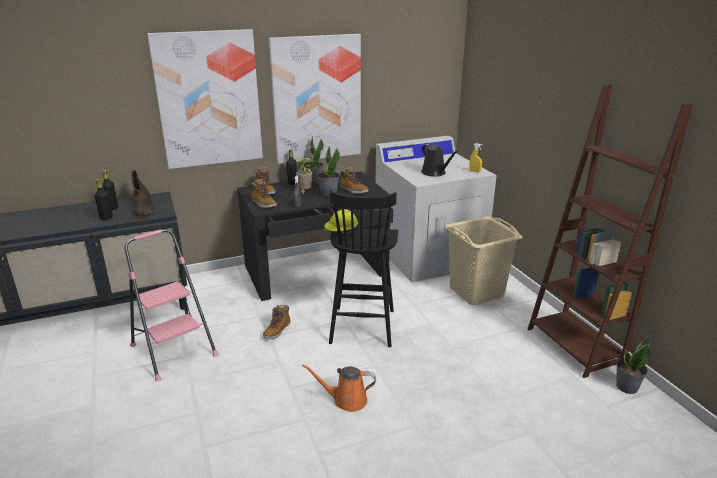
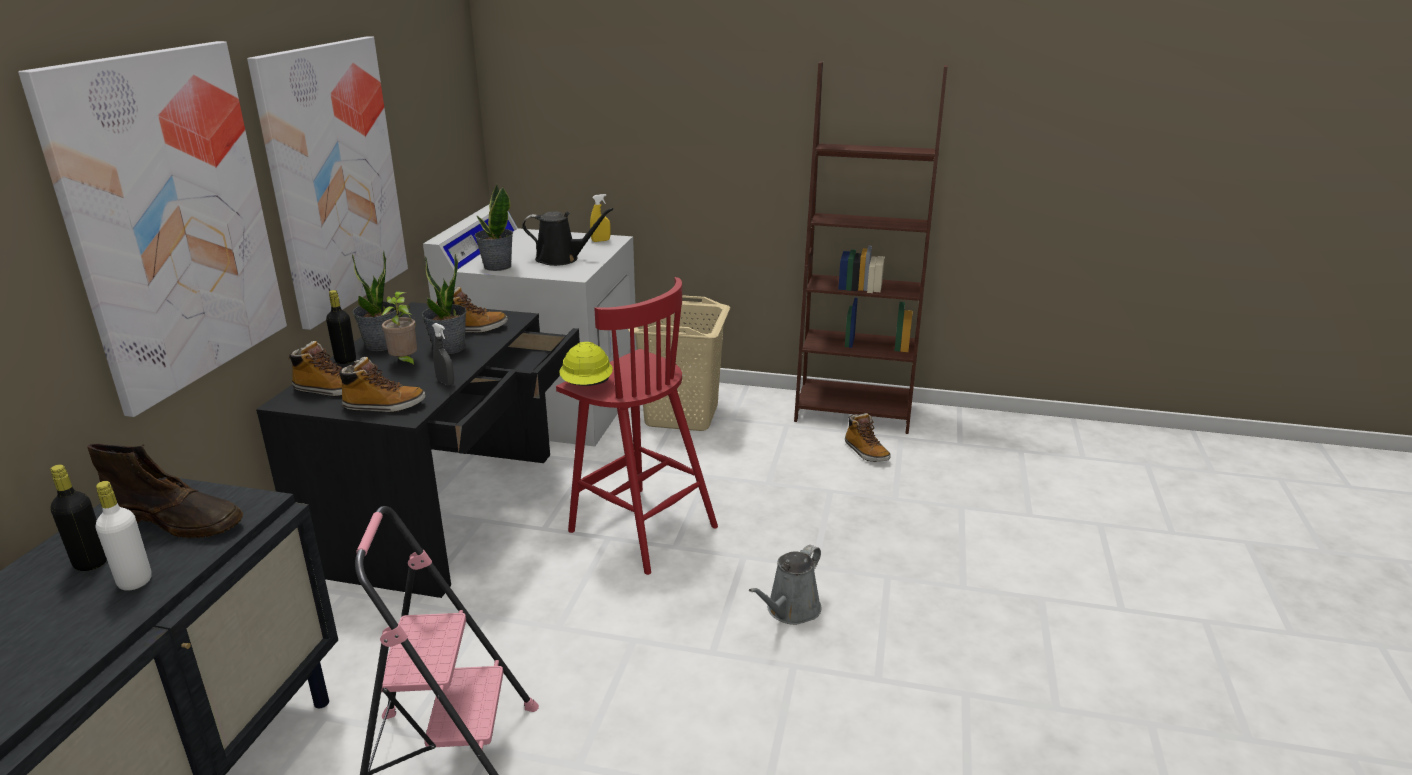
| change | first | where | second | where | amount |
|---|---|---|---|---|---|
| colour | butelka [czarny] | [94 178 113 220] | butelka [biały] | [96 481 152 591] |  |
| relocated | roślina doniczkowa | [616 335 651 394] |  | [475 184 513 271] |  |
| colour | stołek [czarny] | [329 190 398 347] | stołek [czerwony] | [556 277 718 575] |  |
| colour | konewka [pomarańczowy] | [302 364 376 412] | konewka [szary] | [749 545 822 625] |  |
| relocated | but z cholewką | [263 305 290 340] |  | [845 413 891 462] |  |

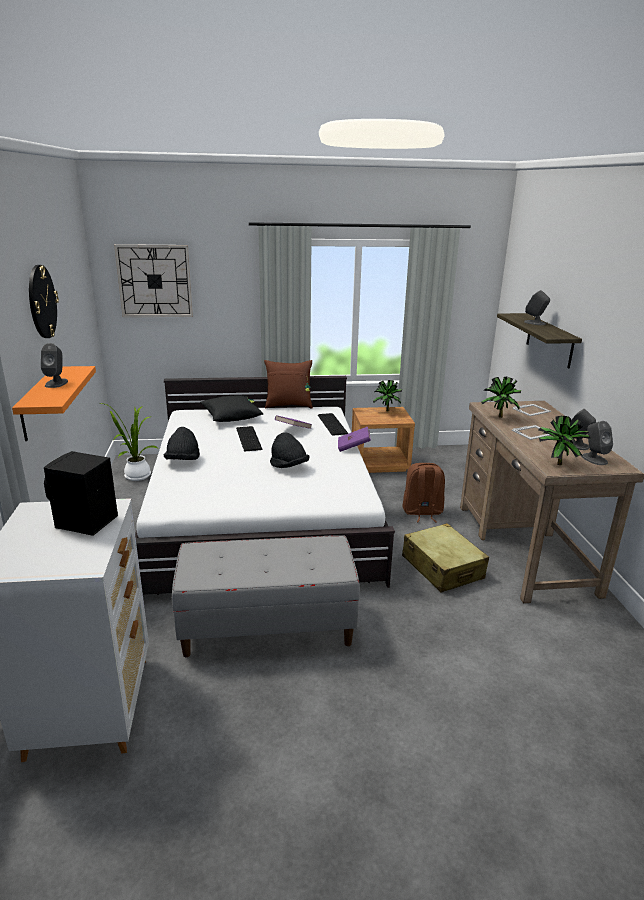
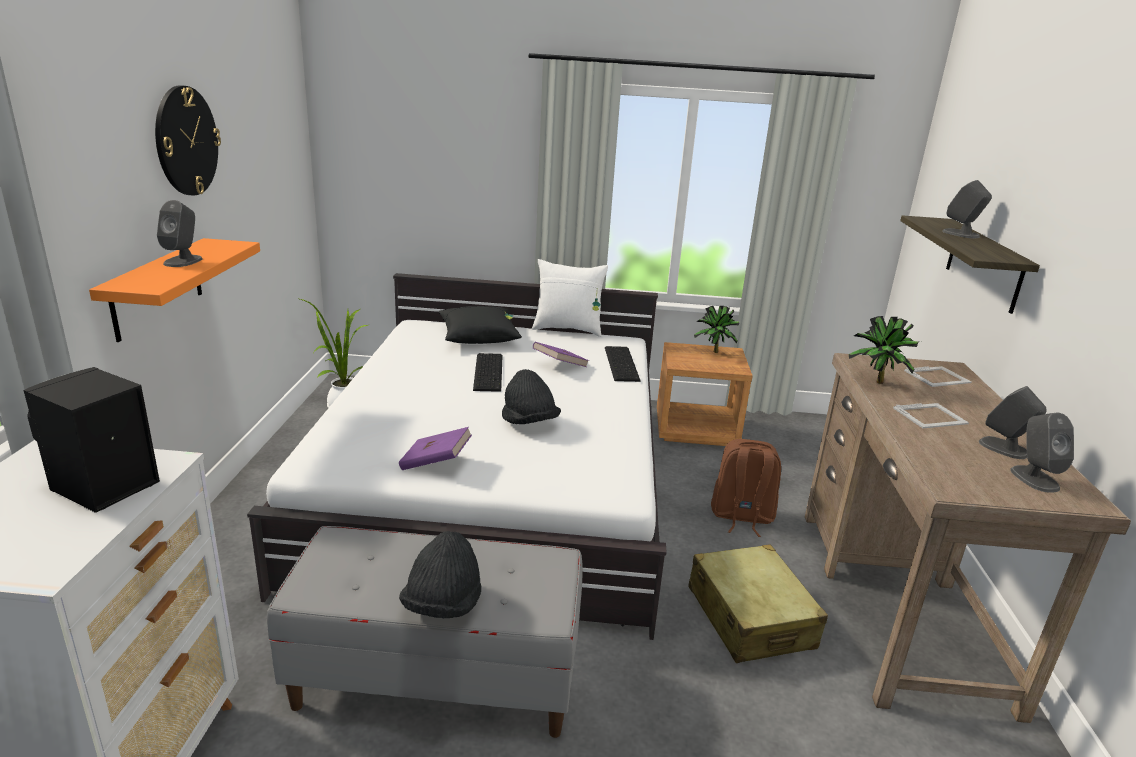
| change | first | where | second | where | amount |
|---|---|---|---|---|---|
| relocated | książka [fioletowy] | [338 427 371 452] |  | [399 427 472 470] |  |
| relocated | kapelusz [czarny] | [164 427 200 460] |  | [399 531 481 618] |  |
| colour | poduszka [brązowy] | [264 360 313 409] | poduszka [biały] | [532 259 608 337] |  |
| missing | zegar ścienny | [114 244 193 317] |  |  |  |
| missing | roślina doniczkowa | [539 416 591 465] |  |  |  |

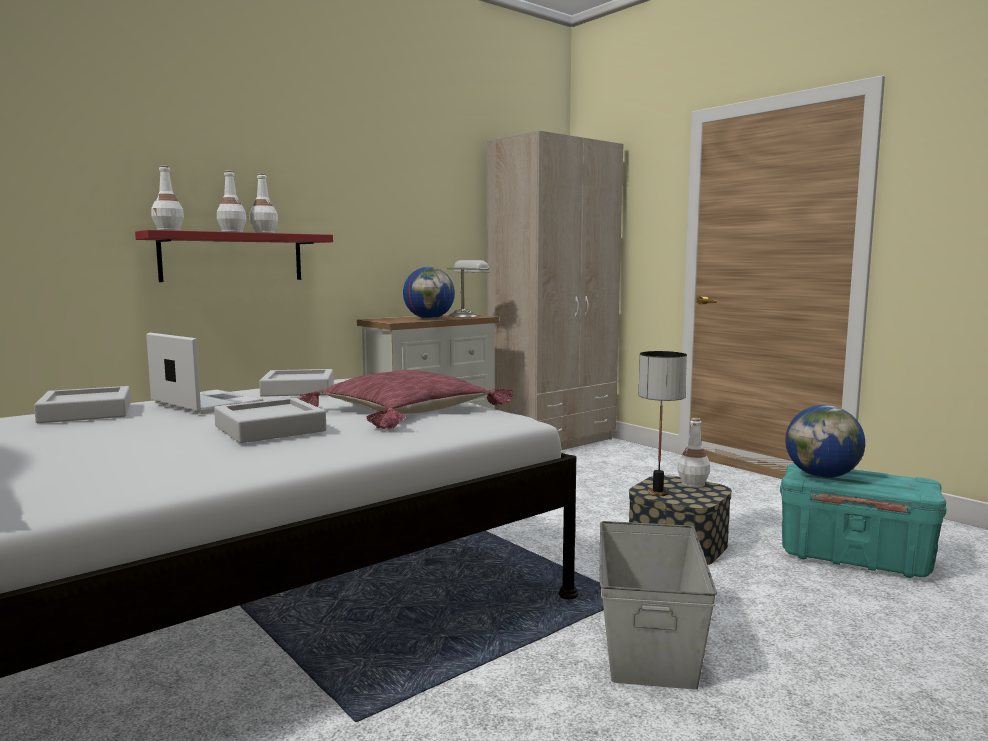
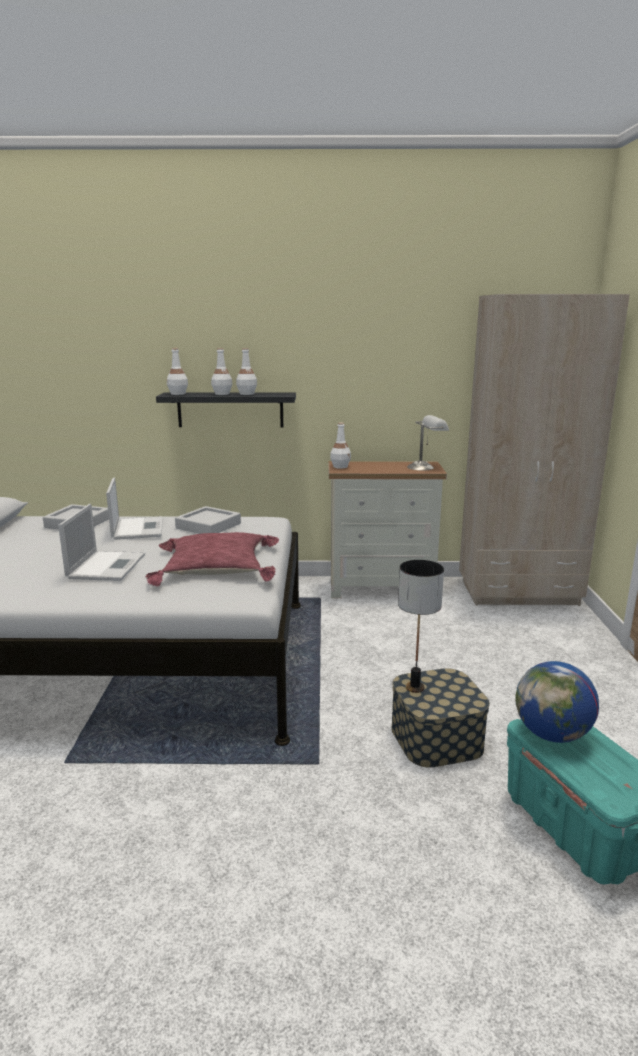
| change | first | where | second | where | amount |
|---|---|---|---|---|---|
| exchanged | taca [szary] | [214 398 326 443] | laptop | [58 504 145 581] |  |
| colour | półka [czerwony] | [135 230 333 282] | półka [czarny] | [156 392 296 427] |  |
| relocated | butelka [biały] | [677 418 710 488] |  | [330 422 351 469] |  |
| missing | globus | [403 267 455 319] |  |  |  |
| missing | pojemnik do przechowywania [szary] | [600 521 717 690] |  |  |  |

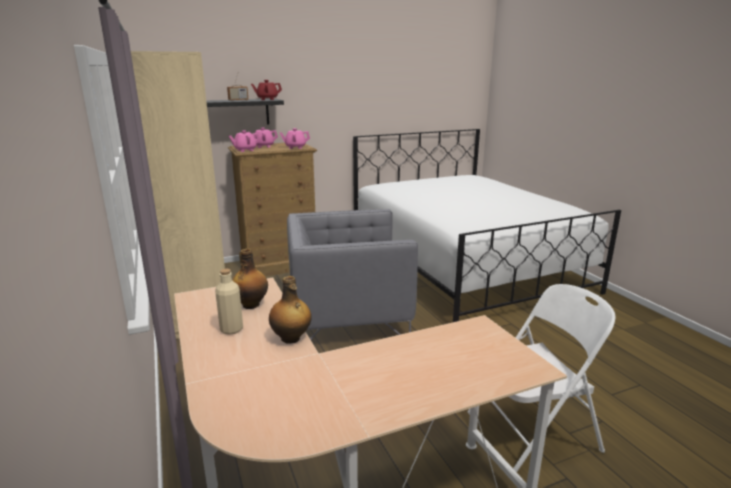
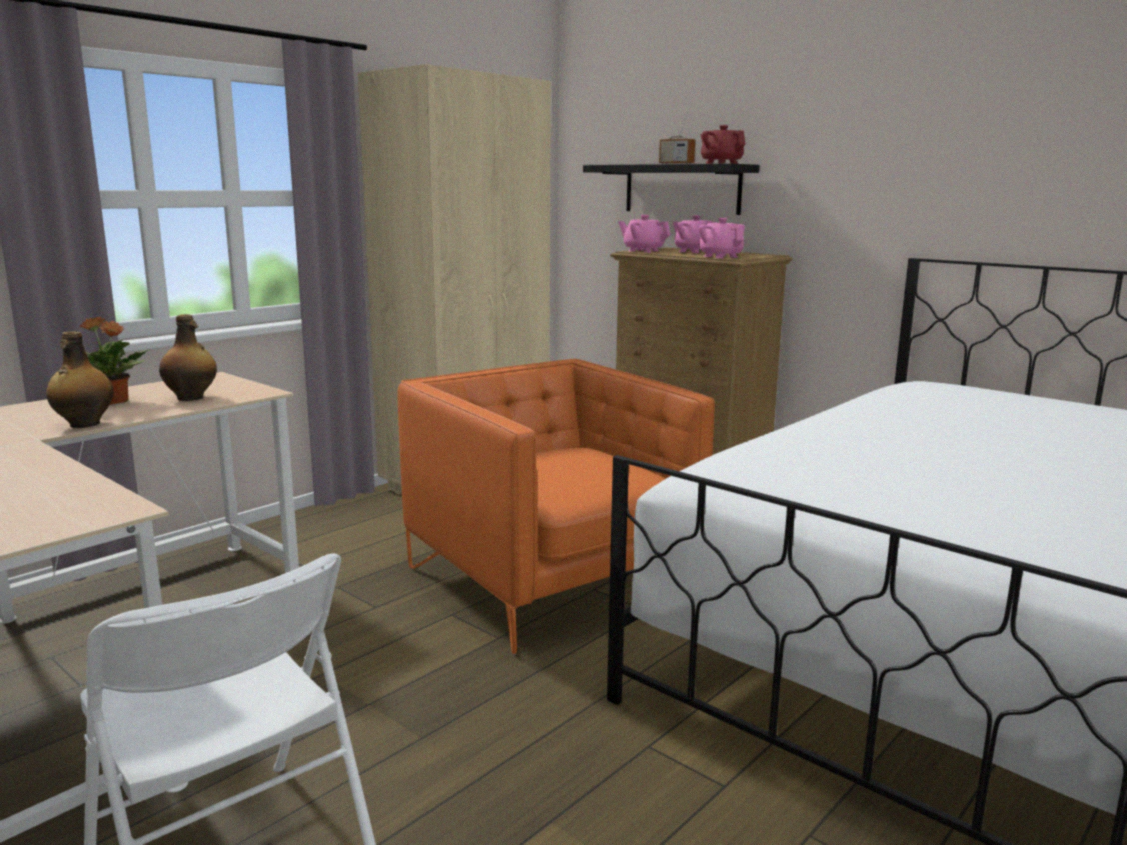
| change | first | where | second | where | amount |
|---|---|---|---|---|---|
| exchanged | butelka [beżowy] | [215 269 243 335] | roślina doniczkowa | [79 317 150 405] |  |
| colour | fotel [szary] | [287 209 418 340] | fotel [pomarańczowy] | [398 359 715 655] |  |

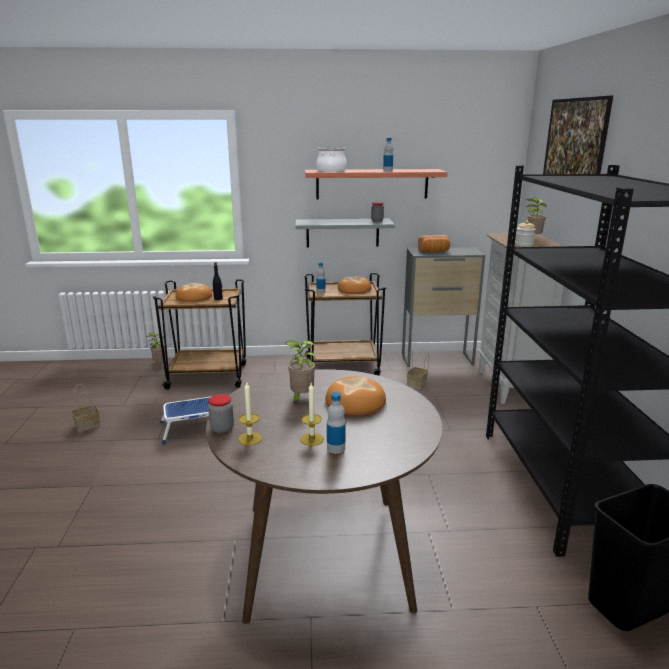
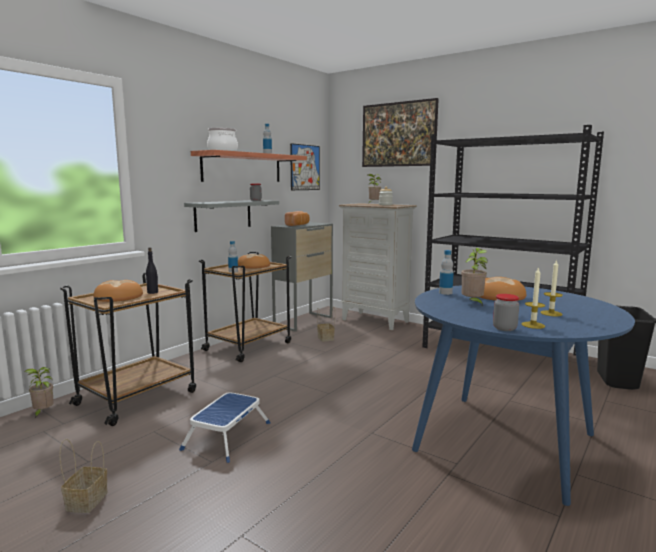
| change | first | where | second | where | amount |
|---|---|---|---|---|---|
| appeared |  |  | obraz | [290 143 320 190] |  |
| colour | stół jadalny [brązowy] | [206 369 443 624] | stół jadalny [niebieski] | [412 285 635 506] |  |
| relocated | butelka | [327 392 346 454] |  | [439 250 454 295] |  |

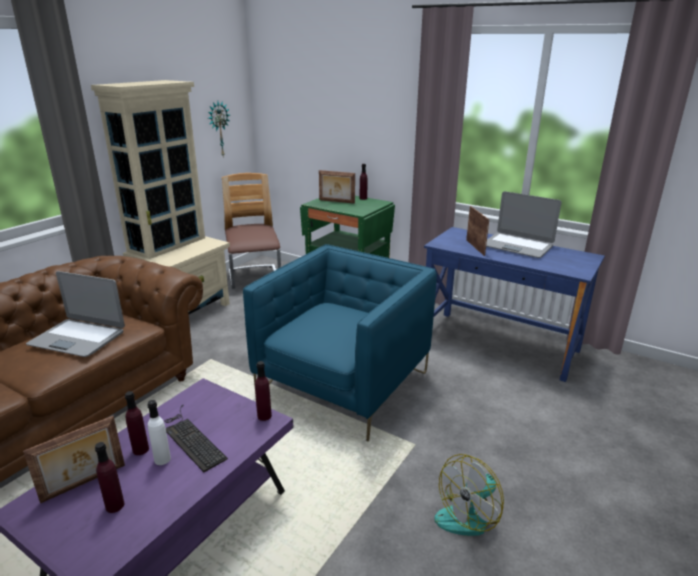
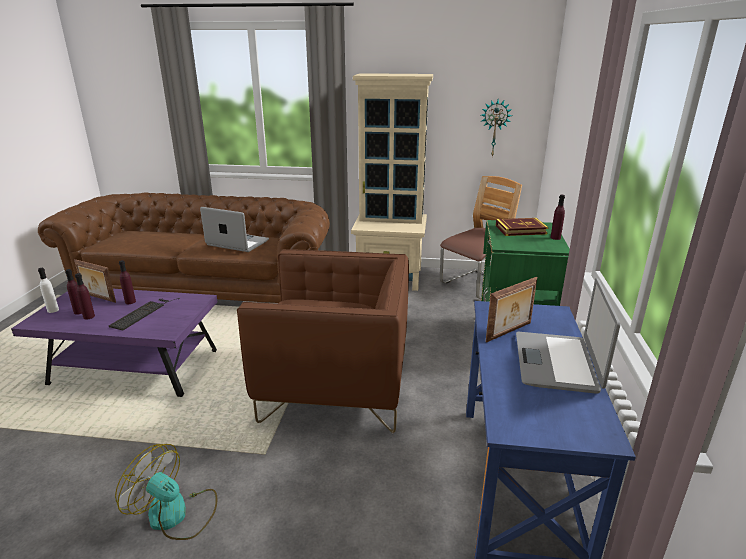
| change | first | where | second | where | amount |
|---|---|---|---|---|---|
| relocated | butelka [biały] | [147 400 171 465] |  | [38 268 59 313] |  |
| relocated | butelka [fioletowy] | [255 361 272 421] |  | [75 273 95 319] |  |
| spun | laptop | [26 271 125 357] |  | [200 207 269 252] | 120 degrees clockwise |
| colour | fotel [niebieski] | [243 244 437 441] | fotel [brązowy] | [237 249 409 433] |  |
| exchanged | ramka na zdjęcie | [319 170 355 204] | książka | [496 218 548 236] |  |

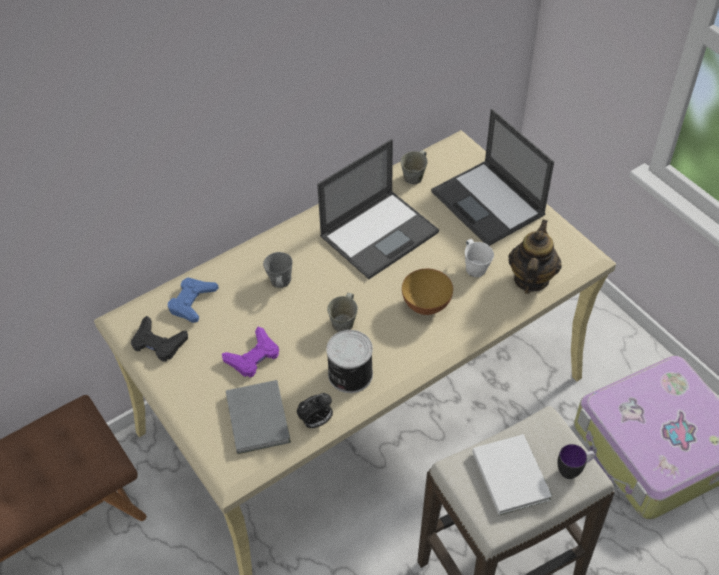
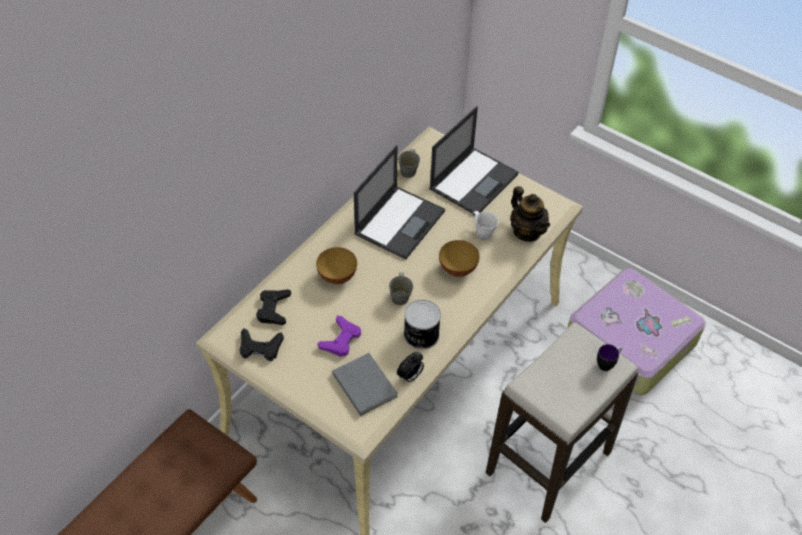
| change | first | where | second | where | amount |
|---|---|---|---|---|---|
| colour | pad do gier [niebieski] | [168 277 219 323] | pad do gier [czarny] | [256 289 291 325] |  |
| exchanged | kubek [szary] | [263 252 292 288] | miska | [316 247 357 284] |  |
| spun | laptop | [431 109 554 246] |  | [429 106 519 213] | 90 degrees counterclockwise |
| spun | imbryk | [508 219 562 294] |  | [510 186 550 242] | 150 degrees clockwise |
| missing | książka [biały] | [472 434 552 515] |  |  |  |

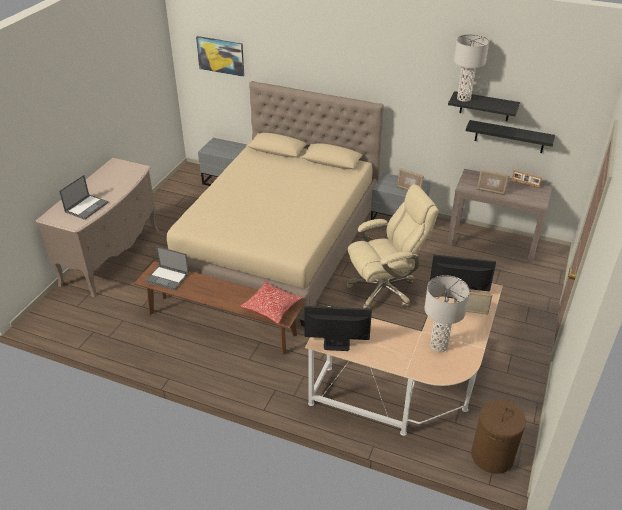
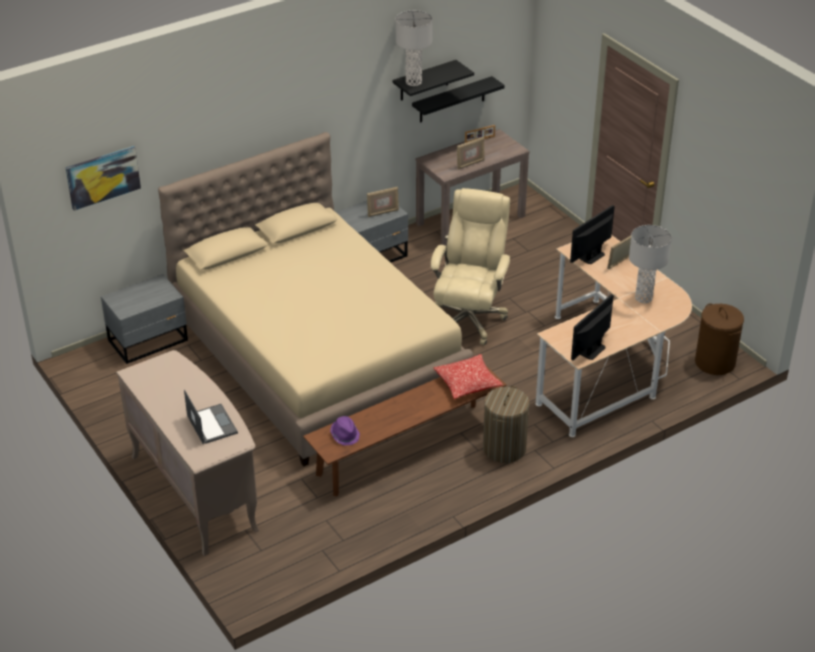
| change | first | where | second | where | amount |
|---|---|---|---|---|---|
| exchanged | laptop | [145 246 189 290] | kapelusz [fioletowy] | [330 416 360 446] |  |
| appeared |  |  | kosz na pranie | [483 386 530 463] |  |

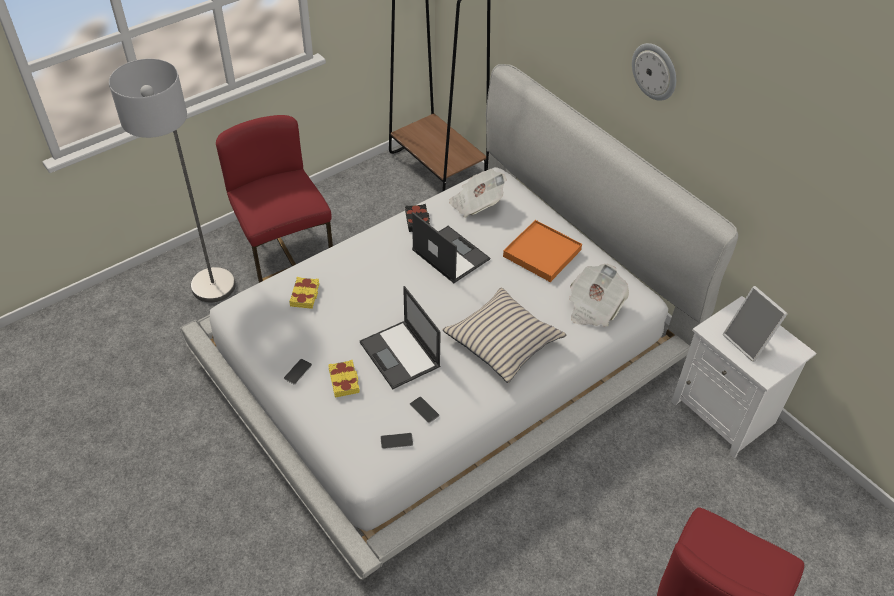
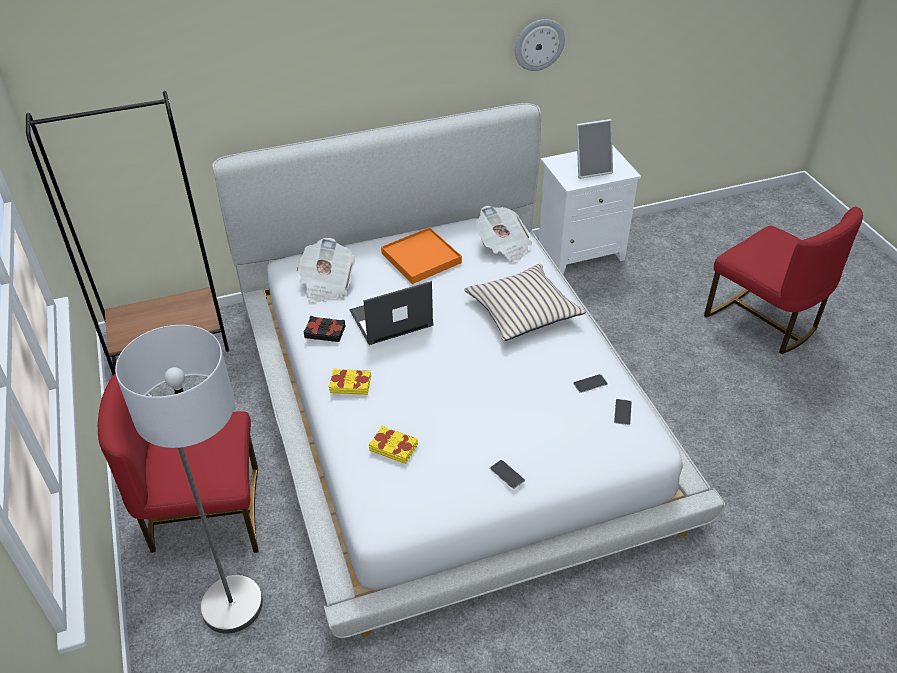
| change | first | where | second | where | amount |
|---|---|---|---|---|---|
| relocated | książka [żółty] | [328 360 360 398] |  | [329 368 371 395] |  |
| relocated | zegar ścienny | [632 43 676 101] |  | [515 19 565 71] |  |
| missing | laptop | [360 286 441 389] |  |  |  |

